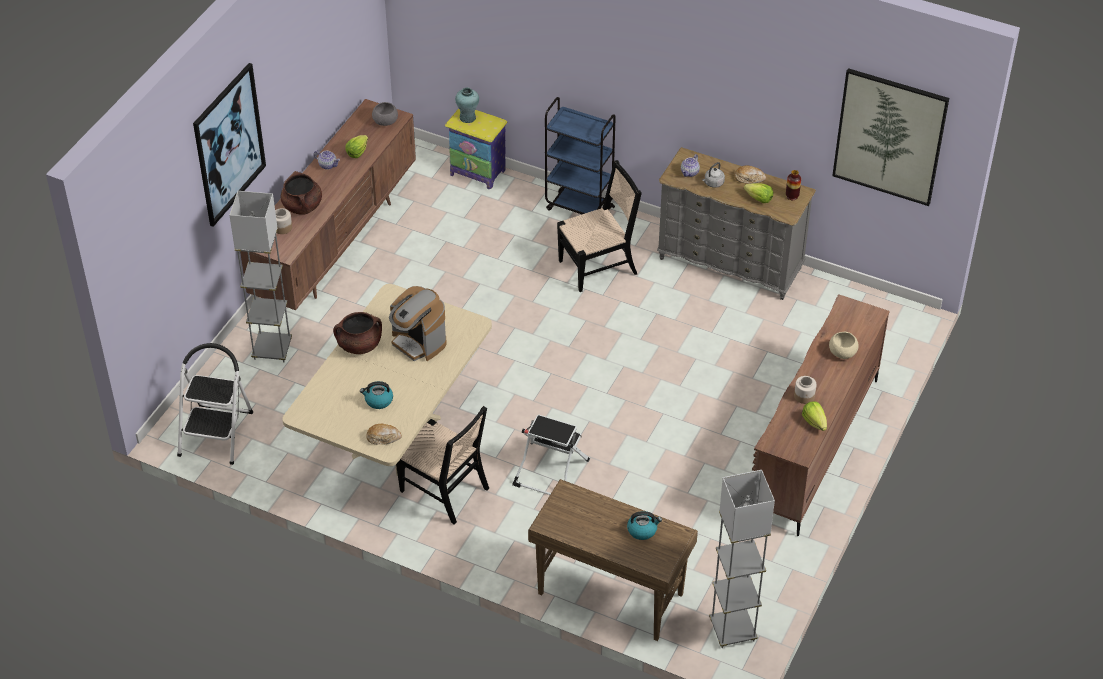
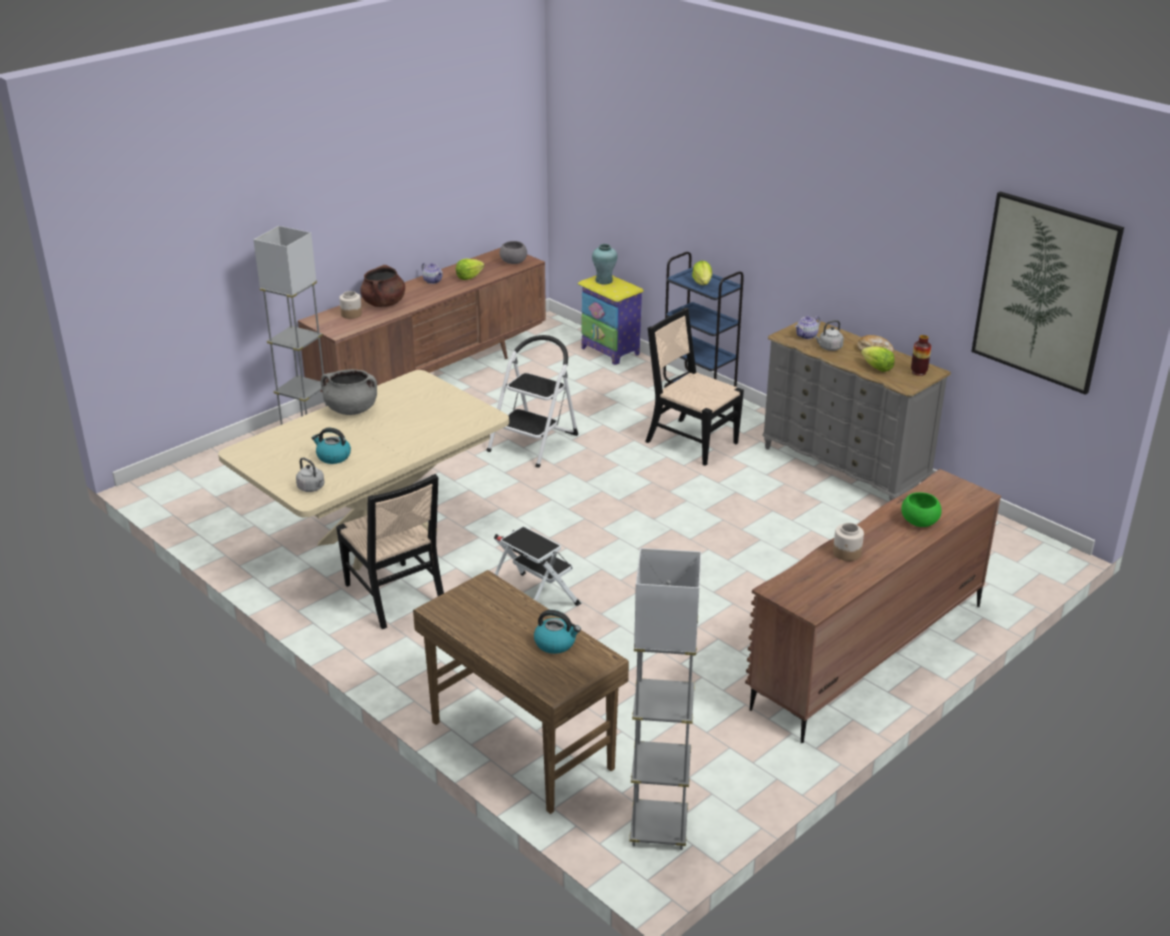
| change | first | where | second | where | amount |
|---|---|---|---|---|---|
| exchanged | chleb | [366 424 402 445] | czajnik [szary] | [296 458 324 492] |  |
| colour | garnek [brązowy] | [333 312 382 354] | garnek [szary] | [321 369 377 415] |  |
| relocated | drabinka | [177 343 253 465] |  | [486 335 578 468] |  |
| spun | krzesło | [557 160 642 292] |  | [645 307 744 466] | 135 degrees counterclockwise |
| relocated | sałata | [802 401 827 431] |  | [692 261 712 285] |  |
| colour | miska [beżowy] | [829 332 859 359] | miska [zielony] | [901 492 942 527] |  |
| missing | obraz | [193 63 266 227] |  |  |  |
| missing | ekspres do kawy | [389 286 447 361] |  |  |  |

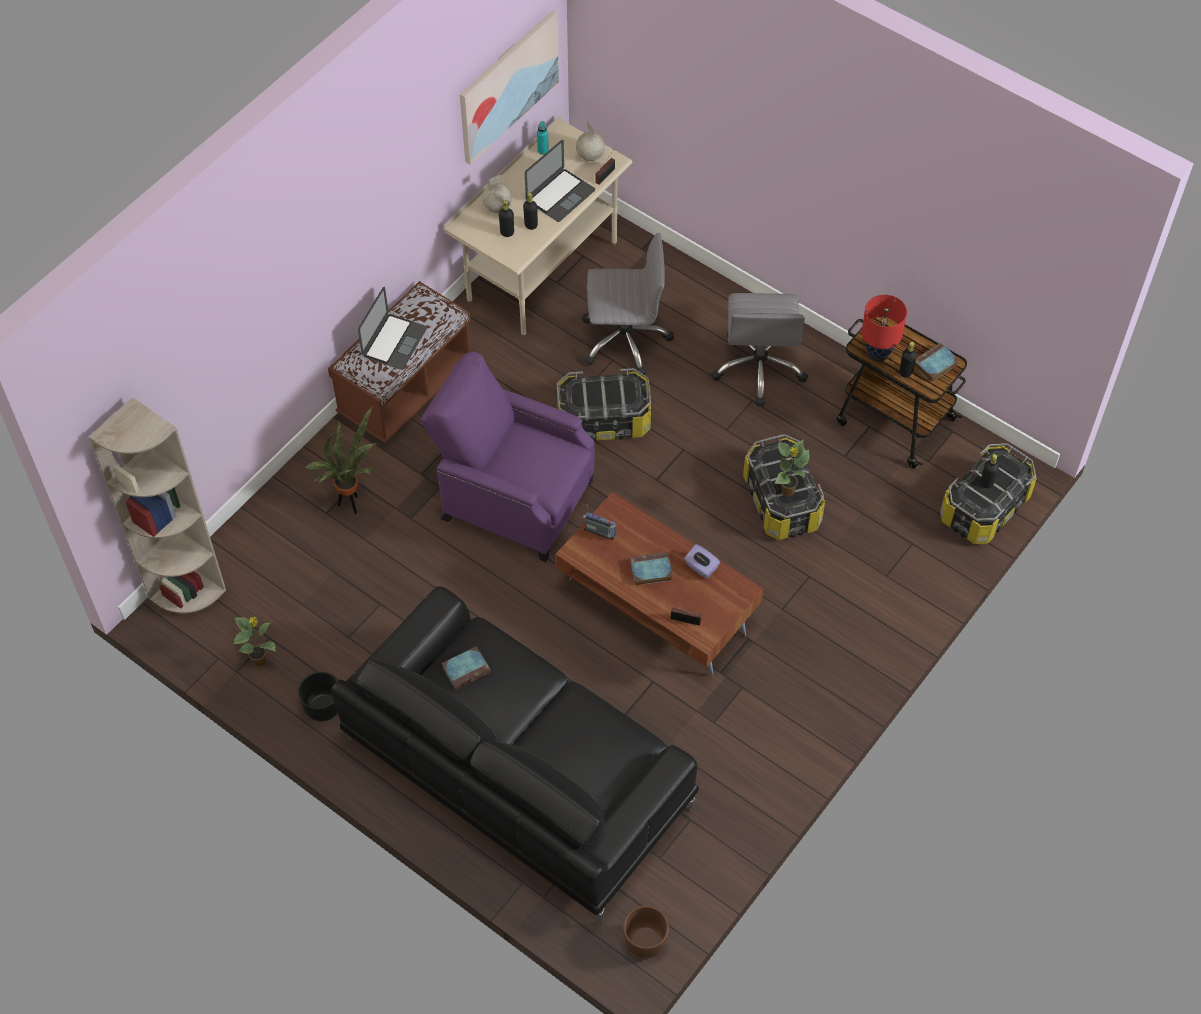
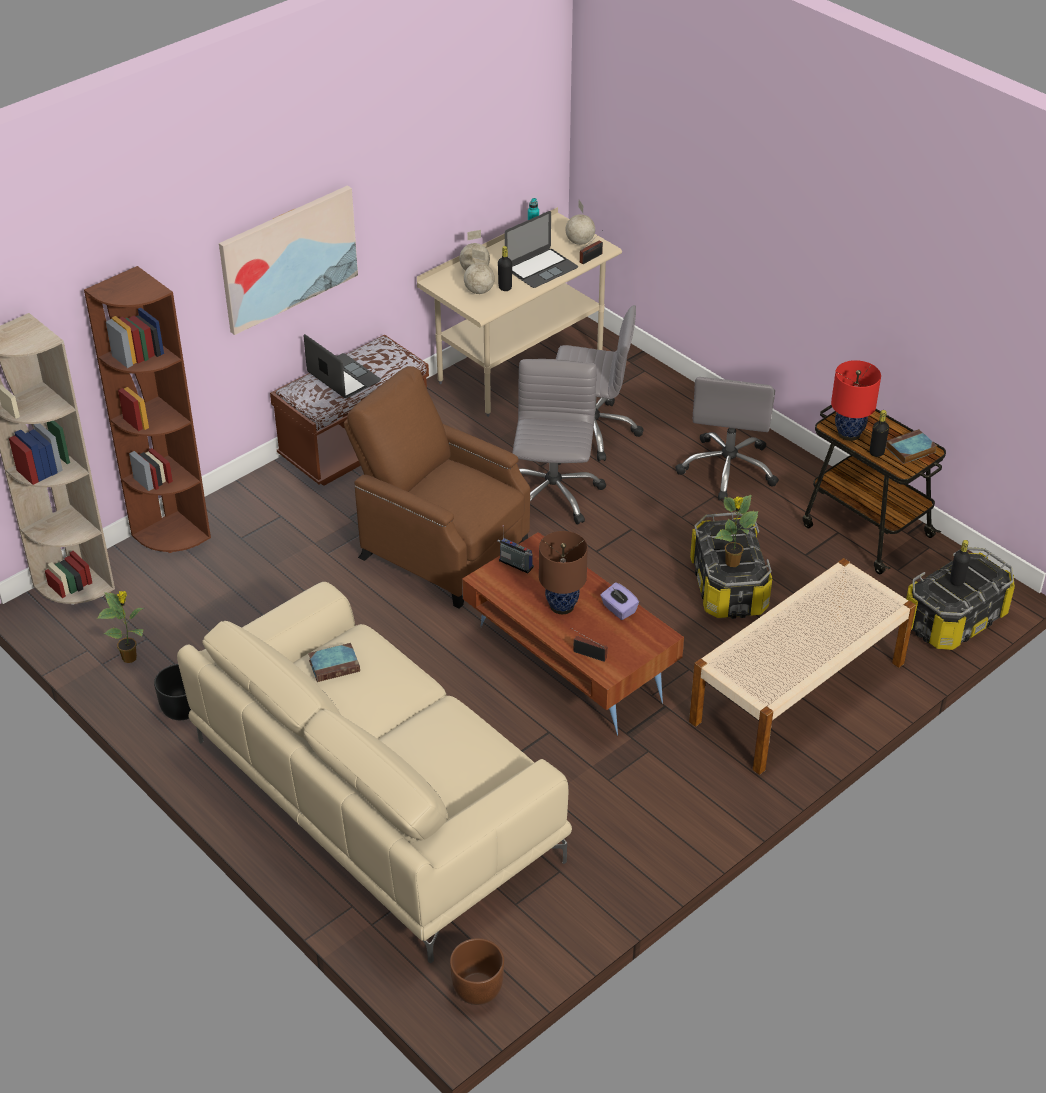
| change | first | where | second | where | amount |
|---|---|---|---|---|---|
| appeared |  |  | regał [brązowy] | [84 266 211 553] |  |
| colour | kanapa [czarny] | [331 586 699 925] | kanapa [beżowy] | [177 582 572 963] |  |
| relocated | obraz | [460 11 559 165] |  | [219 186 358 335] |  |
| spun | laptop | [358 287 427 370] |  | [304 334 381 398] | 75 degrees counterclockwise |
| colour | fotel [fioletowy] | [421 352 595 562] | fotel [brązowy] | [344 366 530 609] |  |
| exchanged | butelka [czarny] | [499 200 514 237] | globus | [464 249 495 294] |  |
| exchanged | pojemnik do przechowywania | [557 368 651 441] | krzesło biurowe [szary] | [512 359 606 525] |  |
| exchanged | książka | [630 552 673 586] | lampa stołowa [brązowy] | [539 531 588 614] |  |
| appeared |  |  | ławka [beżowy] | [689 558 916 775] |  |
| missing | roślina doniczkowa | [305 405 377 514] |  |  |  |

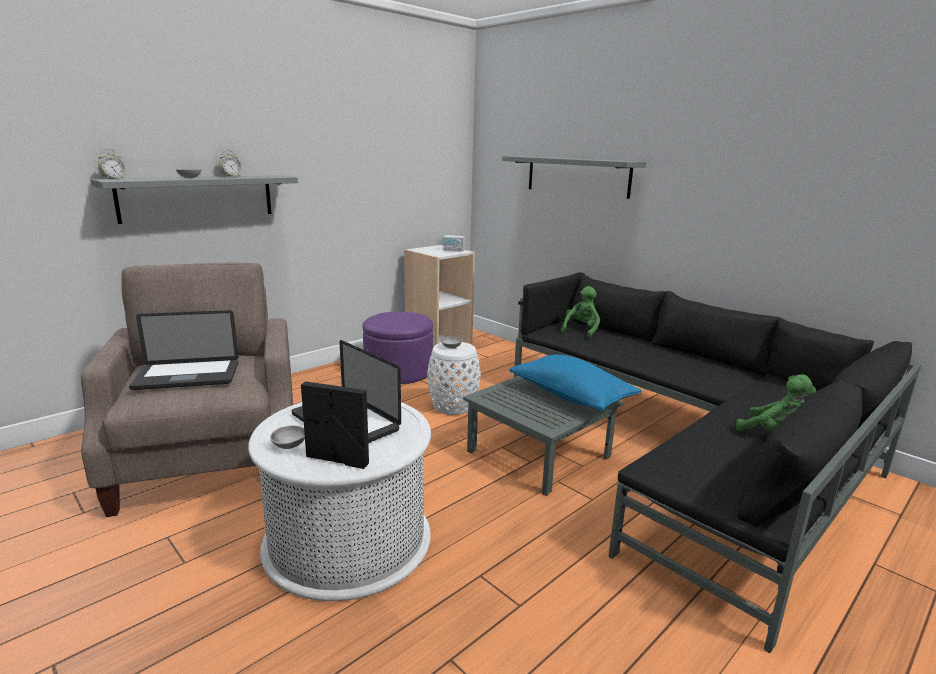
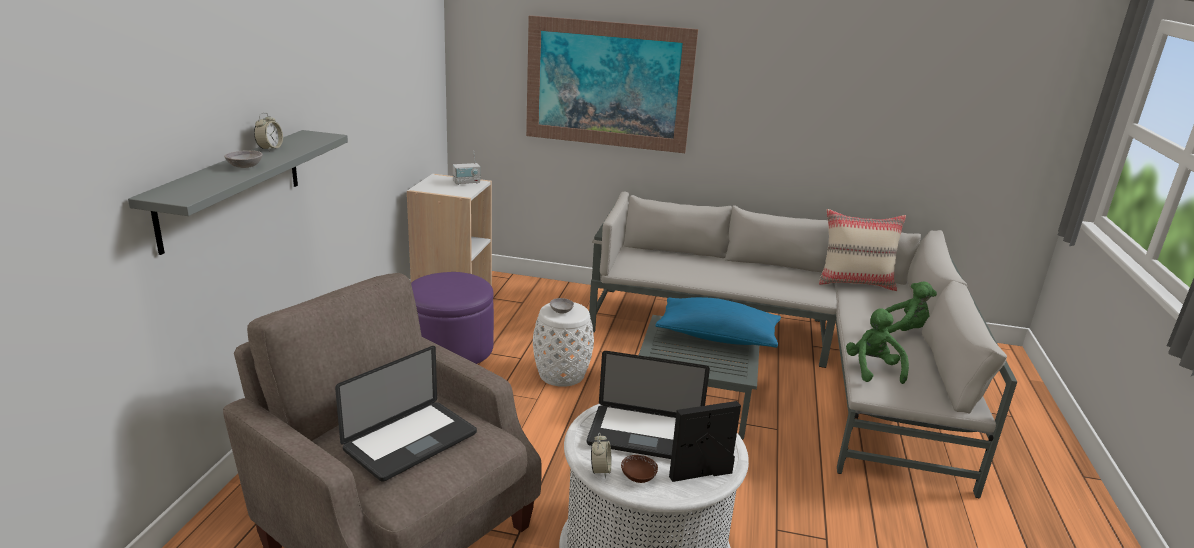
| change | first | where | second | where | amount |
|---|---|---|---|---|---|
| exchanged | półka [szary] | [502 156 646 199] | obraz | [526 15 698 153] |  |
| colour | kanapa [czarny] | [463 272 921 653] | kanapa [biały] | [589 192 1017 498] |  |
| relocated | budzik | [98 149 126 179] |  | [591 433 611 478] |  |
| colour | miska [szary] | [270 426 305 449] | miska [brązowy] | [621 455 658 483] |  |
| appeared |  |  | poduszka [beżowy] | [819 209 906 291] |  |
| relocated | pluszak [zielony] | [561 286 600 339] |  | [846 308 909 384] |  |

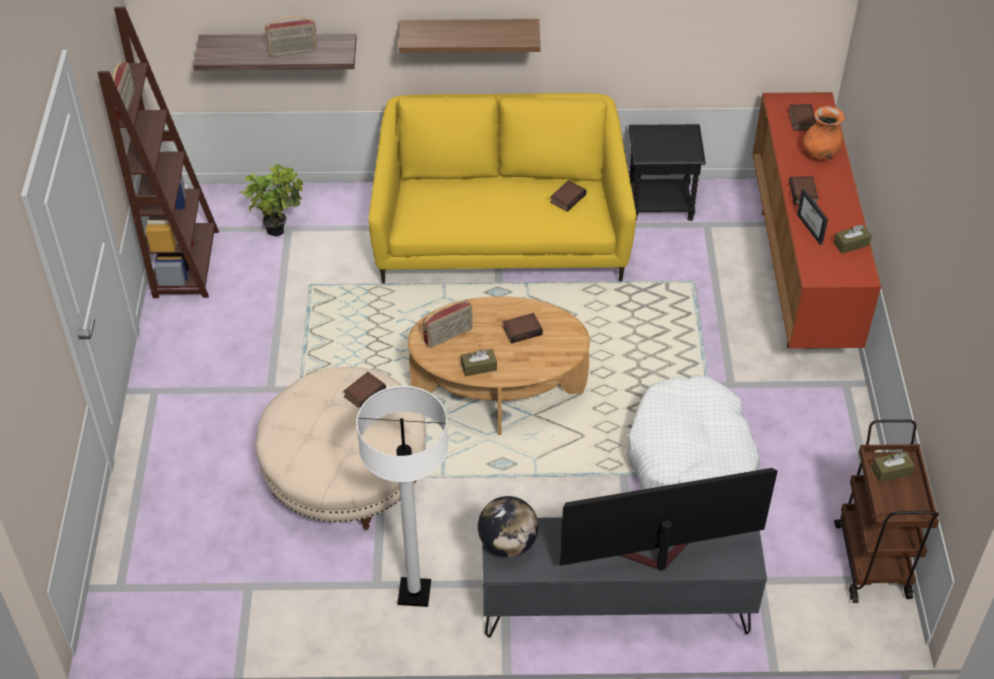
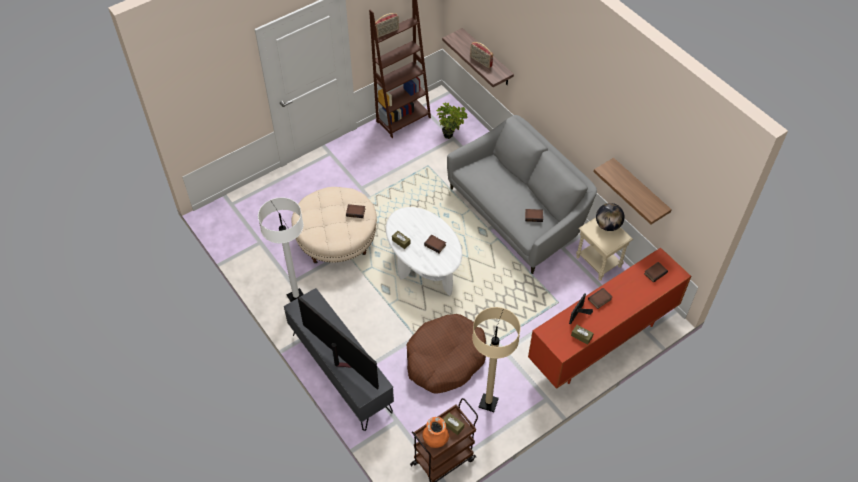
| change | first | where | second | where | amount |
|---|---|---|---|---|---|
| colour | ława [brązowy] | [408 296 590 435] | ława [biały] | [386 207 462 296] |  |
| colour | legowisko [biały] | [627 375 760 489] | legowisko [brązowy] | [407 314 486 394] |  |
| relocated | wazon [pomarańczowy] | [803 106 844 159] |  | [422 417 449 448] |  |
| colour | kanapa [żółty] | [369 93 636 284] | kanapa [szary] | [447 115 597 274] |  |
| appeared |  |  | lampa stojąca [beżowy] | [472 307 521 412] |  |
| colour | stolik [czarny] | [629 124 706 221] | stolik [beżowy] | [576 218 633 280] |  |
| relocated | półka | [398 19 541 53] |  | [594 158 672 224] |  |
| relocated | globus | [478 496 538 557] |  | [596 203 625 231] |  |
| missing | radio | [423 300 473 348] |  |  |  |

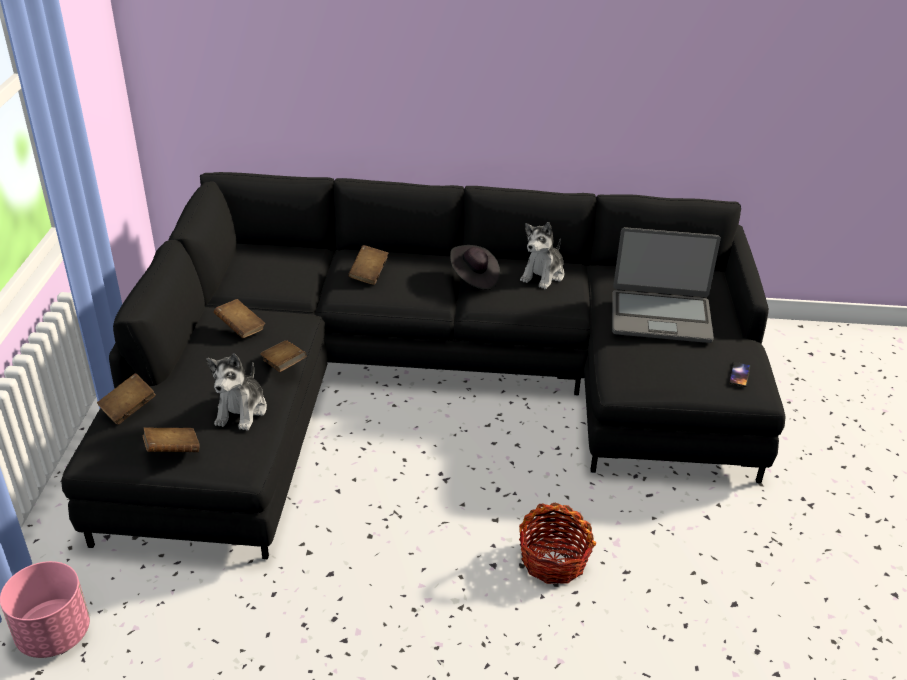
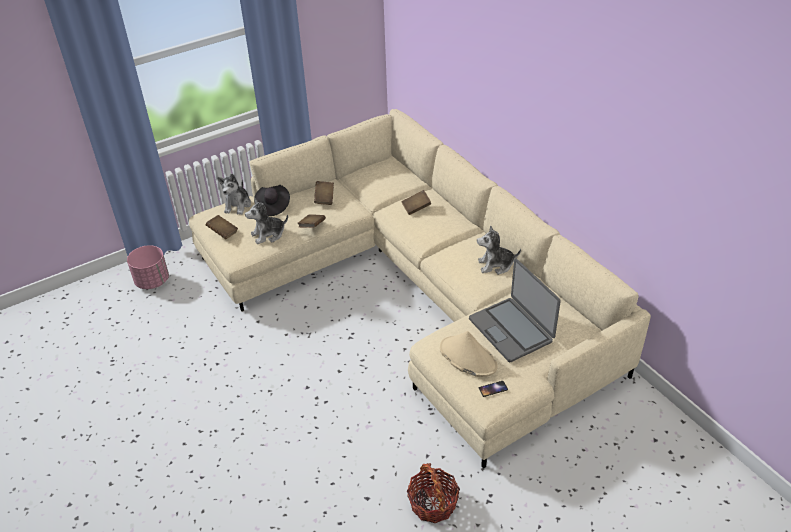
| change | first | where | second | where | amount |
|---|---|---|---|---|---|
| colour | kanapa [czarny] | [61 172 785 559] | kanapa [beżowy] | [189 109 651 469] |  |
| exchanged | książka [brązowy] | [97 373 156 425] | pluszak | [217 174 251 215] |  |
| relocated | kapelusz [czarny] | [450 245 500 290] |  | [254 185 290 216] |  |
| relocated | koszyk | [519 502 596 584] |  | [407 463 460 523] |  |
| appeared |  |  | kapelusz [beżowy] | [440 331 498 377] |  |

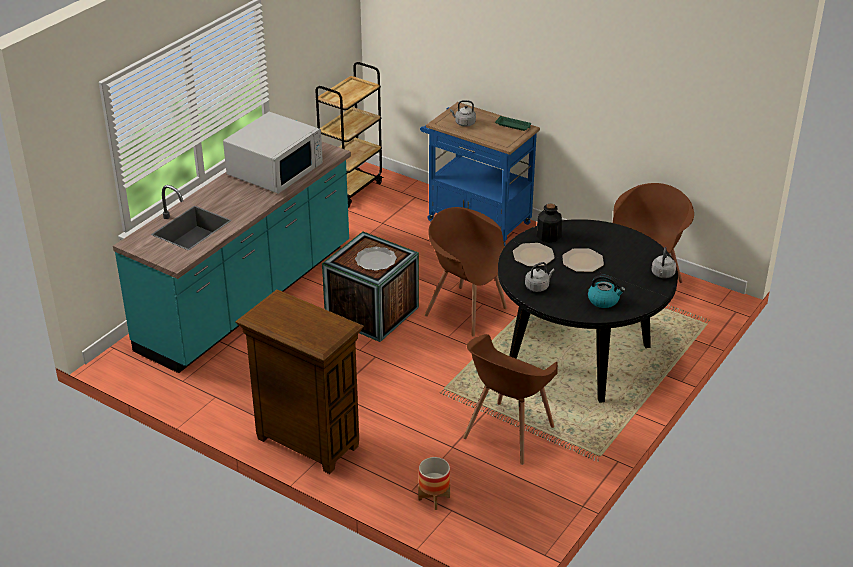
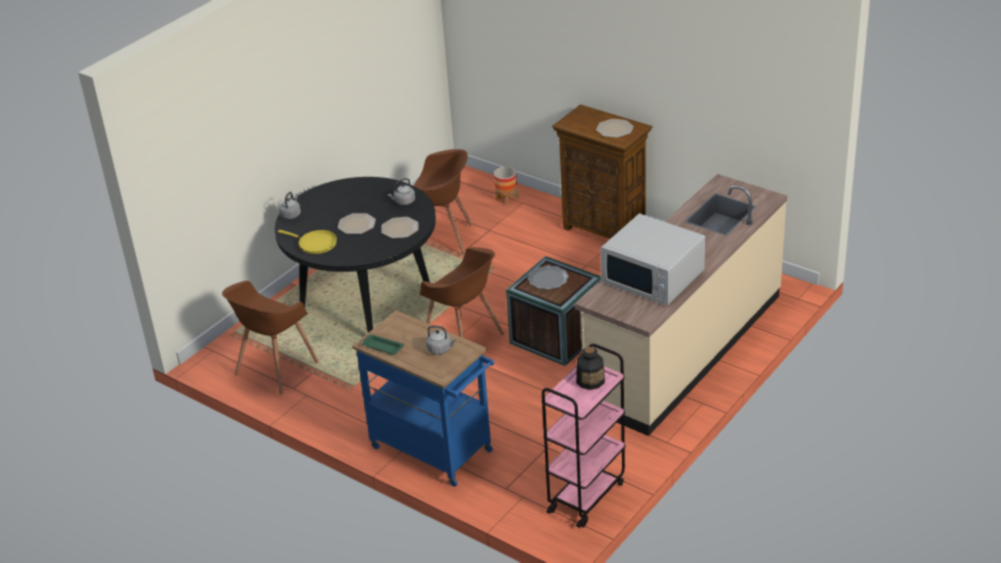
| change | first | where | second | where | amount |
|---|---|---|---|---|---|
| appeared |  |  | patelnia [żółty] | [278 230 337 254] |  |
| spun | krzesło [brązowy] | [463 334 558 465] |  | [412 149 472 256] | 60 degrees clockwise |
| colour | wózek [brązowy] | [316 62 383 208] | wózek [różowy] | [541 344 625 528] |  |
| colour | zabudowa kuchenna [turkusowy] | [113 142 351 373] | zabudowa kuchenna [beżowy] | [575 174 787 436] |  |
| relocated | butelka | [536 203 562 243] |  | [576 347 605 390] |  |
| appeared |  |  | talerz | [596 119 634 138] |  |
| spun | mikrofalówka [biały] | [223 112 323 194] |  | [600 213 705 306] | 90 degrees counterclockwise |
| missing | czajnik | [588 275 625 308] |  |  |  |

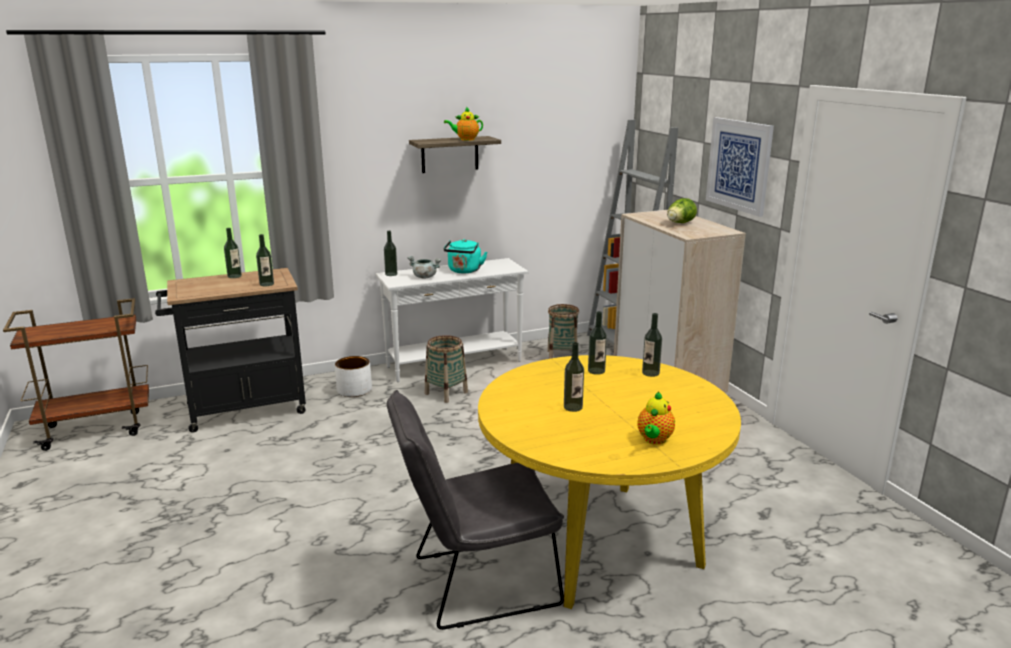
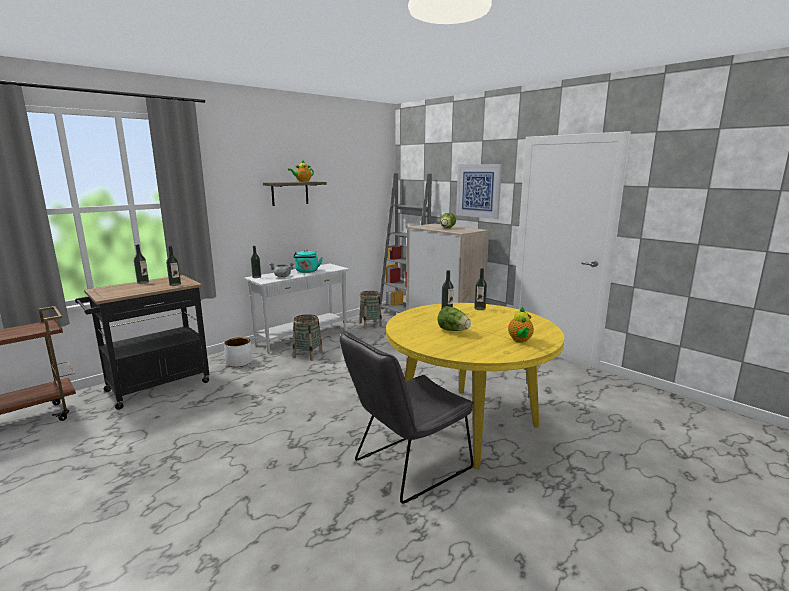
| change | first | where | second | where | amount |
|---|---|---|---|---|---|
| exchanged | butelka | [564 342 584 412] | sałata | [437 306 471 331] |  |

